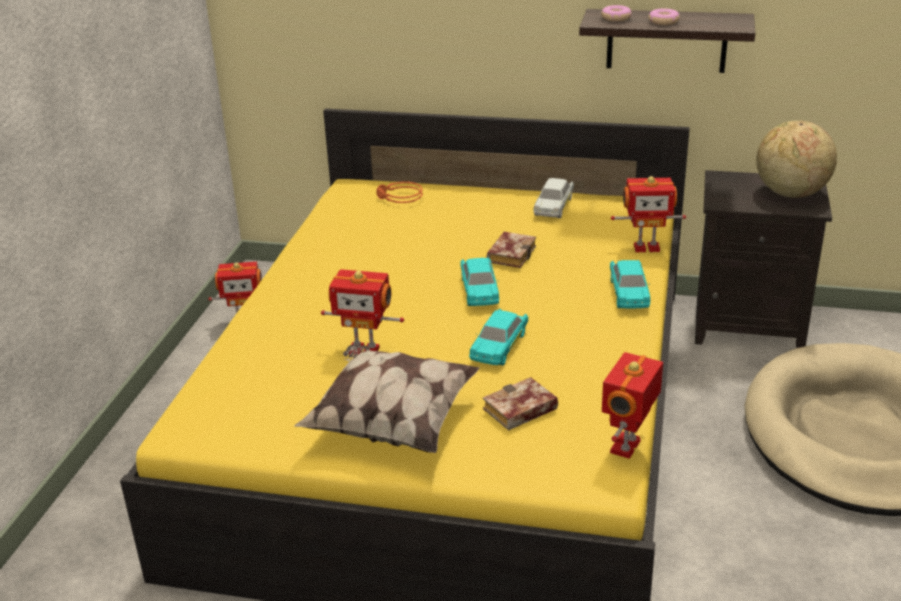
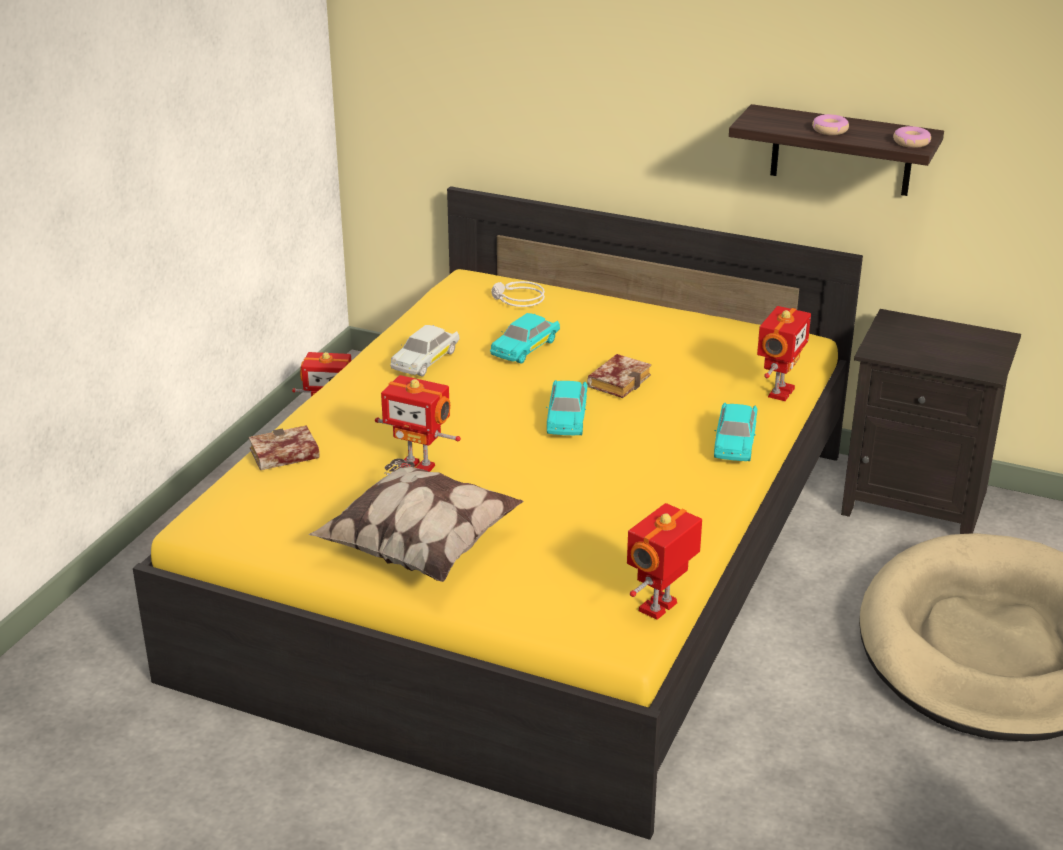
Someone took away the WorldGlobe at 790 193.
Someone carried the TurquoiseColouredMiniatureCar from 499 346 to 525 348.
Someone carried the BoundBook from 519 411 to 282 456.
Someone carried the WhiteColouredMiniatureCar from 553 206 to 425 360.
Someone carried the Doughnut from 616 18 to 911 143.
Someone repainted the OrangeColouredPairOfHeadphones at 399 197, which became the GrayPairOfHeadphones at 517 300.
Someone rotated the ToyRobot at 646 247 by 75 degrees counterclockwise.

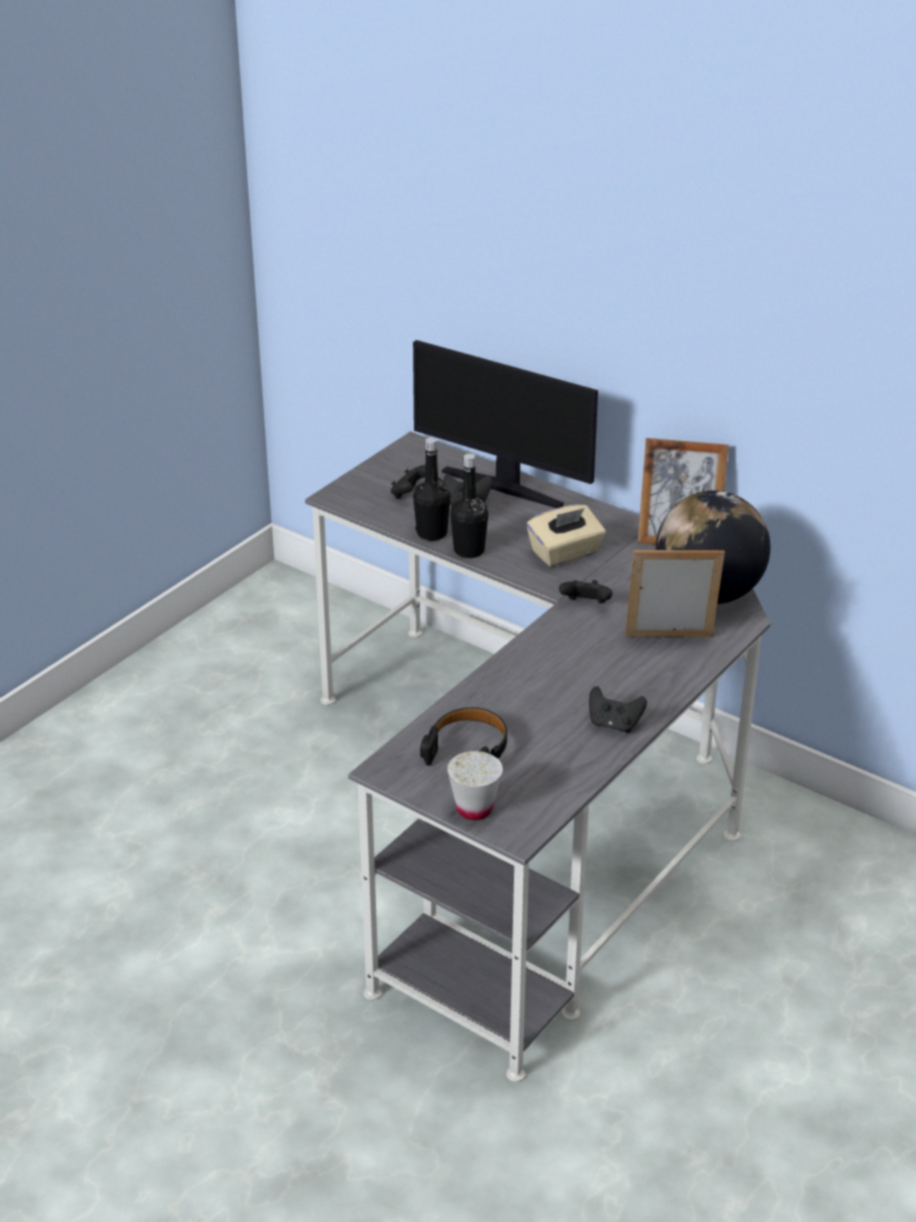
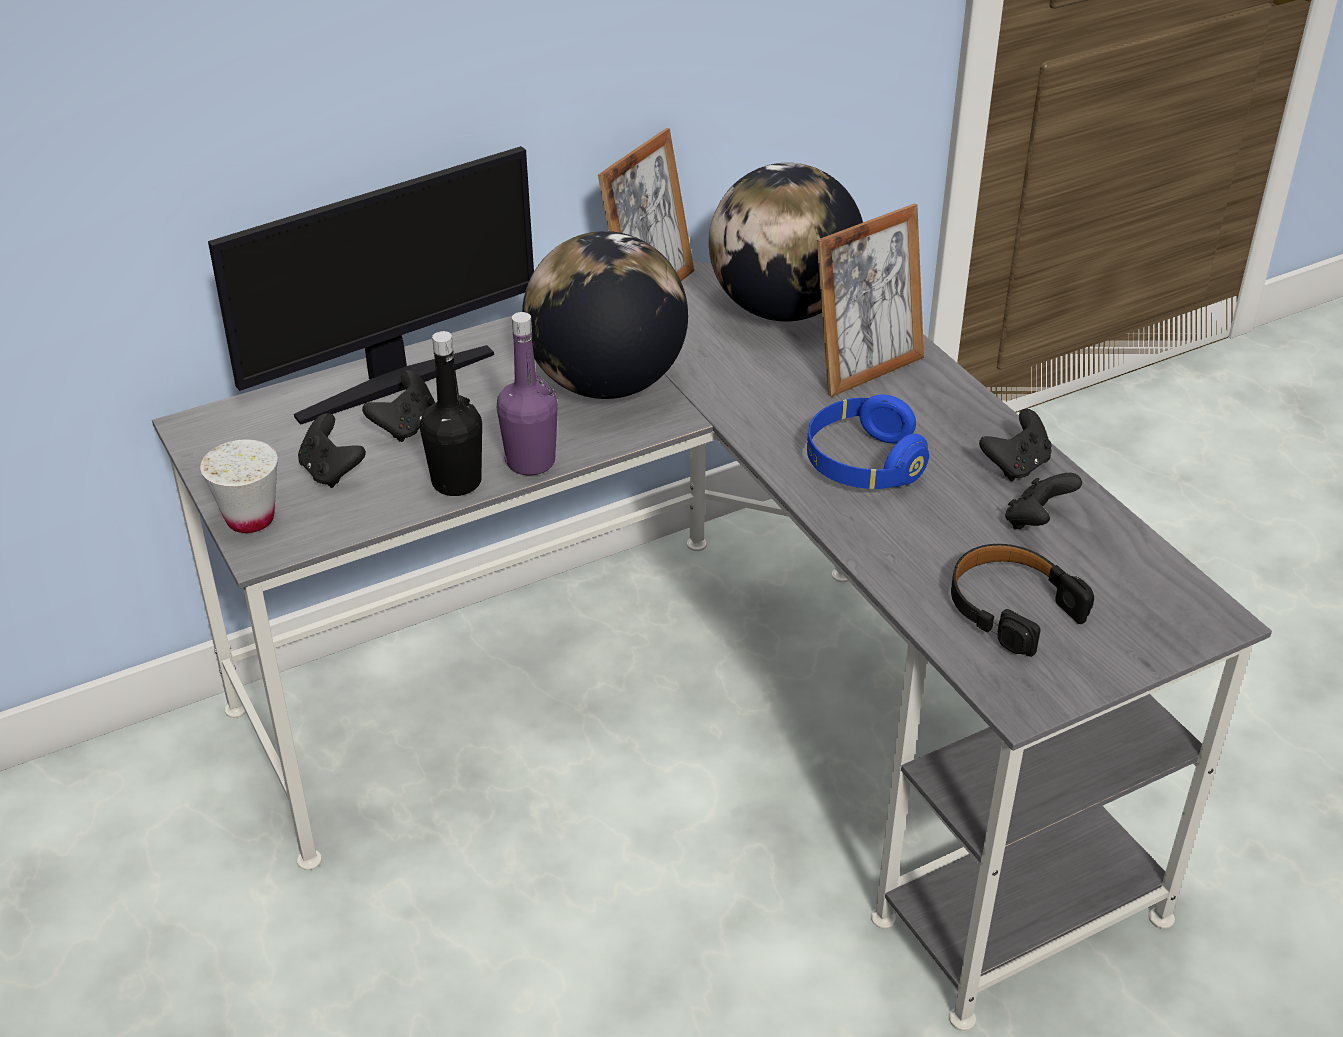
Someone put down the BlueColouredPairOfHeadphones at 863 464.
Someone carried the WhiteColouredSmallCup from 474 809 to 250 519.
Someone carried the BlackishGamepad from 586 605 to 1036 521.
Someone swapped the SandColouredBoxOfTissues at 565 553 for the WorldGlobe at 607 384.
Someone repainted the BlackishDrinkBottle at 469 550, which became the PurpleDrinkBottle at 530 462.
Someone rotated the PhotoFrame at 669 642 by 150 degrees counterclockwise.

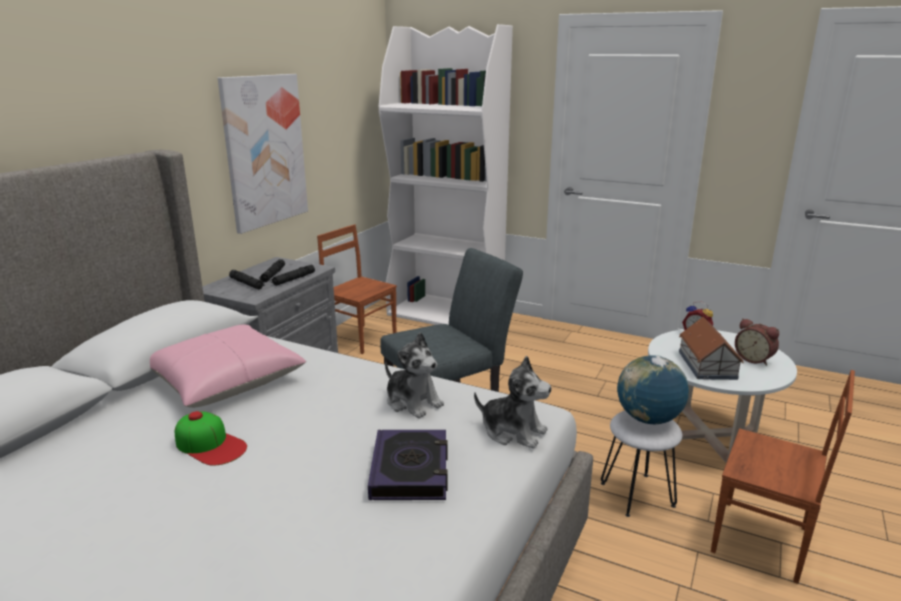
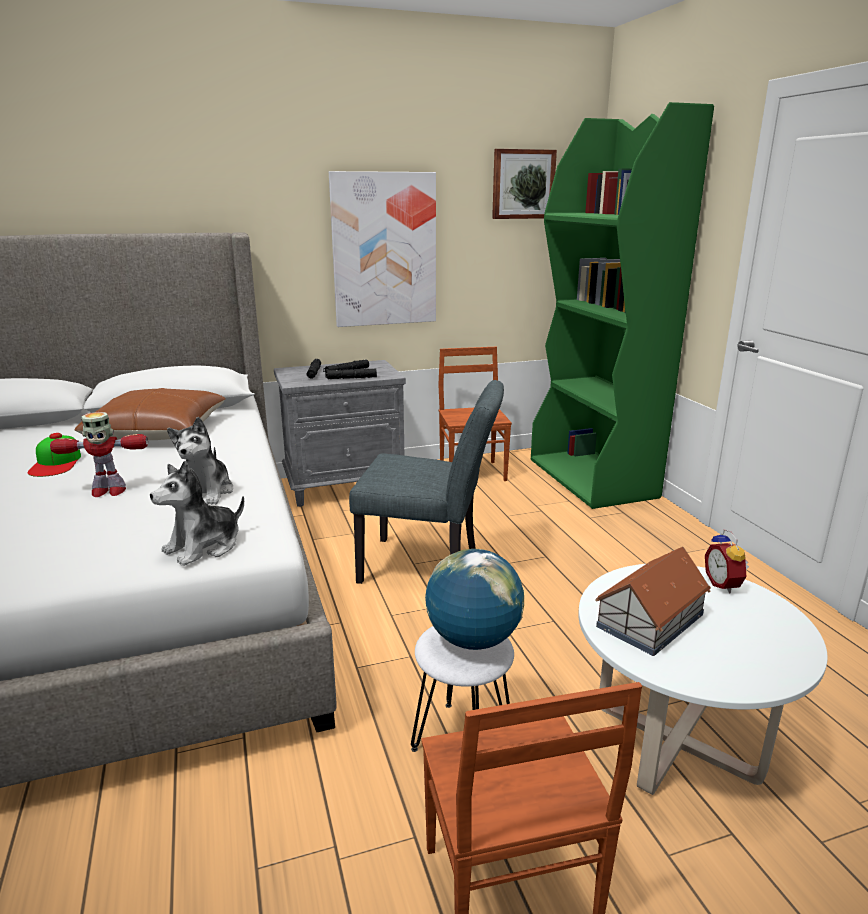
Someone took away the BoundBook at 410 470.
Someone took away the TableClock at 754 359.
Someone put down the ToyRobot at 108 491.
Someone put up the WallPicture at 523 184.
Someone repainted the PinkishPillow at 224 381, which became the BrownishPillow at 158 431.
Someone repainted the WhiteColouredShelvingUnit at 446 313, which became the GreenShelvingUnit at 593 478.
Someone rotated the SoftToy at 513 432 by 60 degrees clockwise.

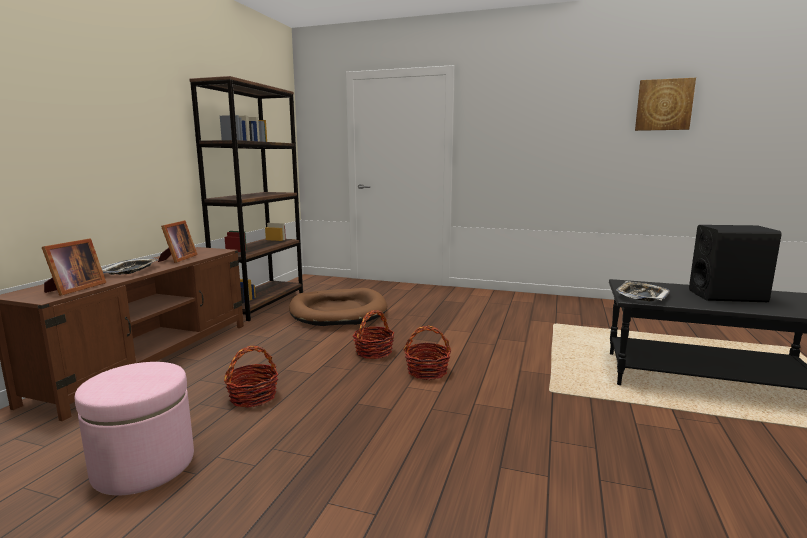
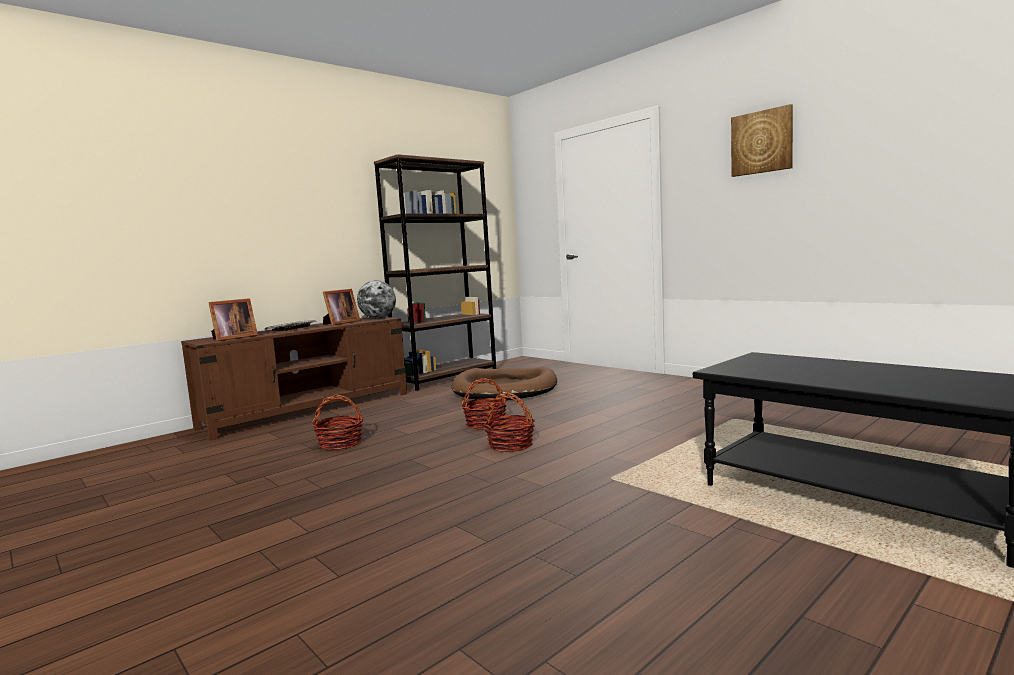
Someone took away the PinkishFootrest at 144 465.
Someone took away the Tray at 641 296.
Someone took away the BlackishAudioSpeaker at 727 296.
Someone put down the WorldGlobe at 378 318.
Someone carried the WallPicture from 664 105 to 762 142.

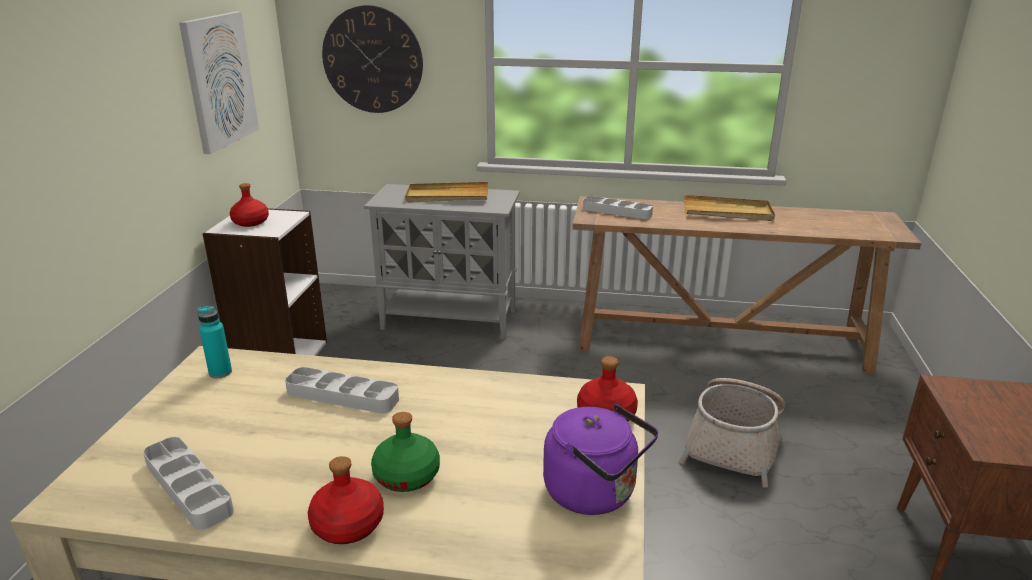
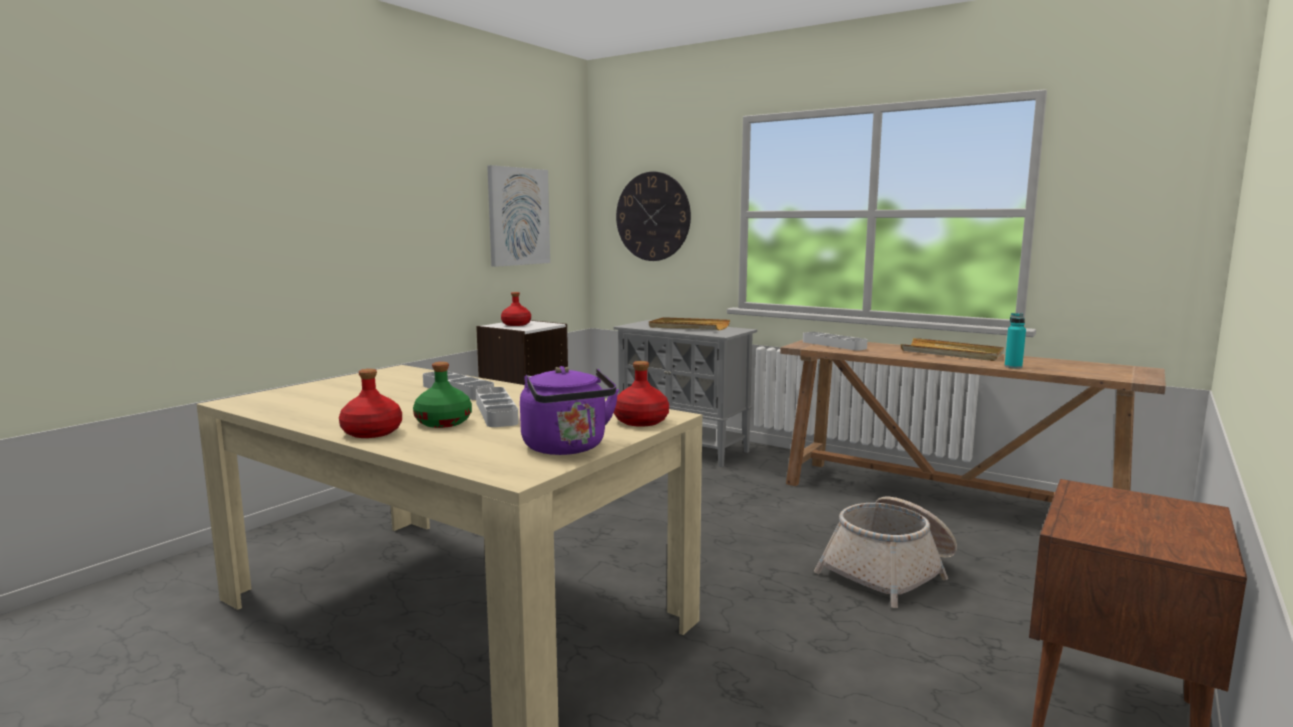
Someone carried the GrayTray from 188 487 to 496 412.
Someone carried the TurquoiseColouredDrinkBottle from 220 372 to 1013 367.

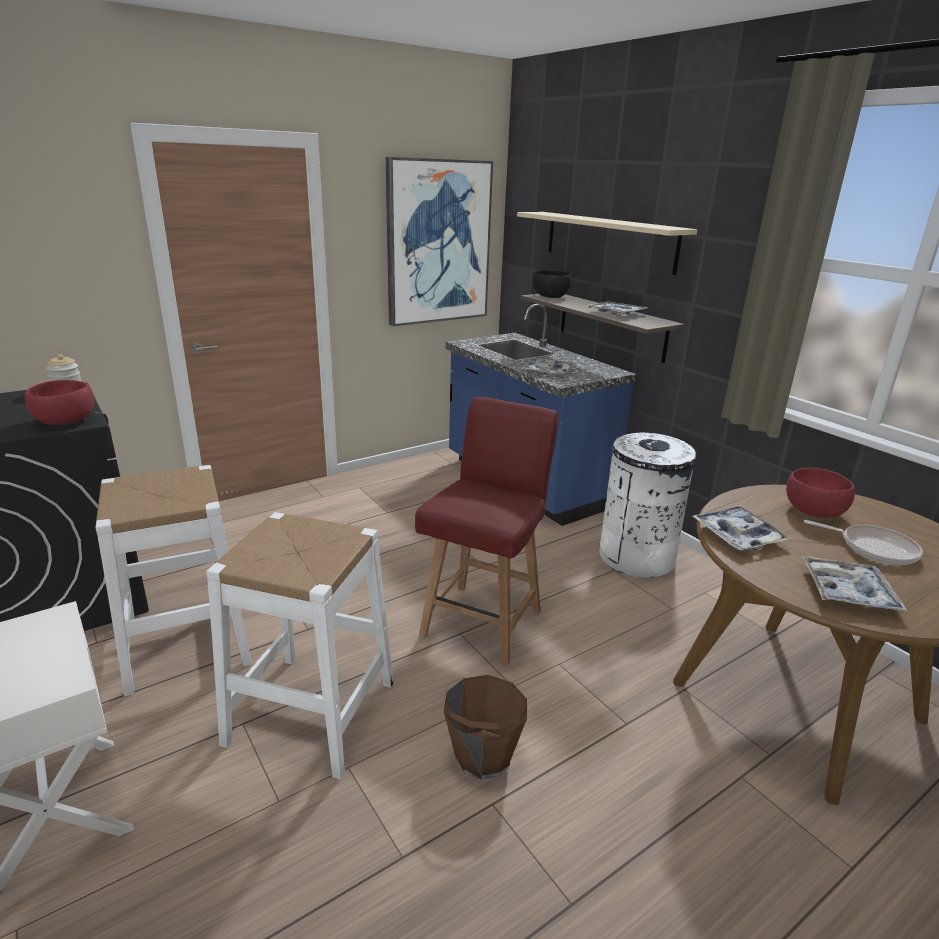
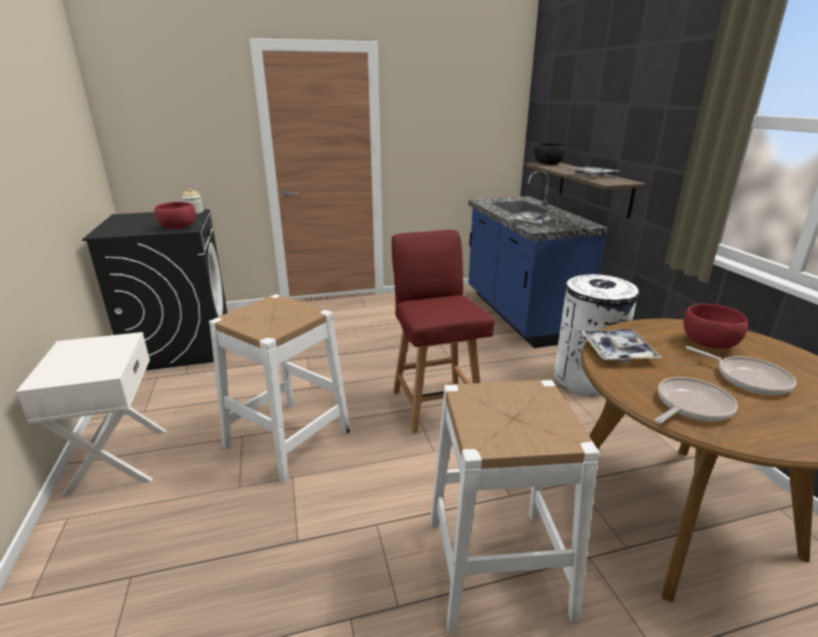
Someone took away the WallPicture at 438 243.
Someone took away the BrownishBucket at 482 755.
Someone took away the SandColouredBracketShelf at 608 241.
Someone carried the WhiteColouredStool from 186 642 to 497 566.
Someone swapped the Tray at 848 592 for the Pan at 690 406.
Someone rotated the RedColouredUprightChair at 483 621 by 60 degrees counterclockwise.

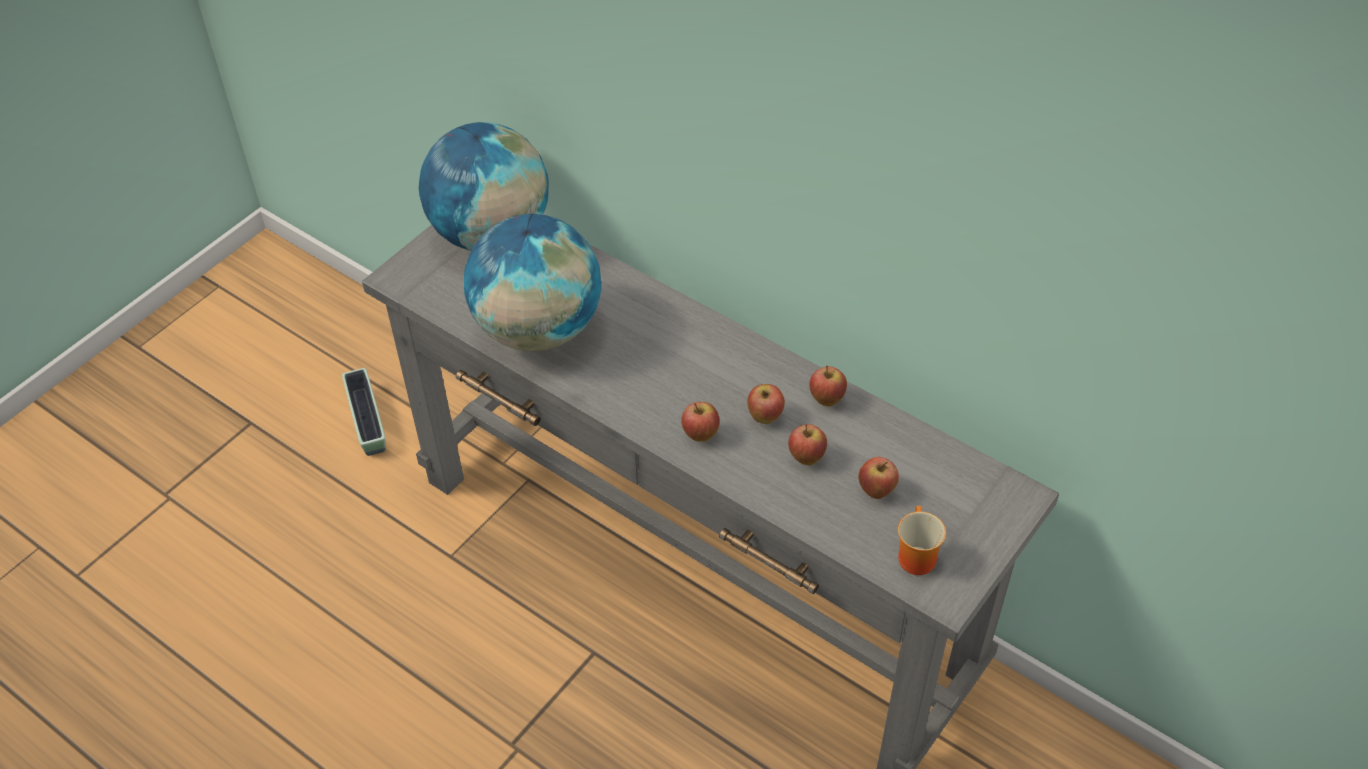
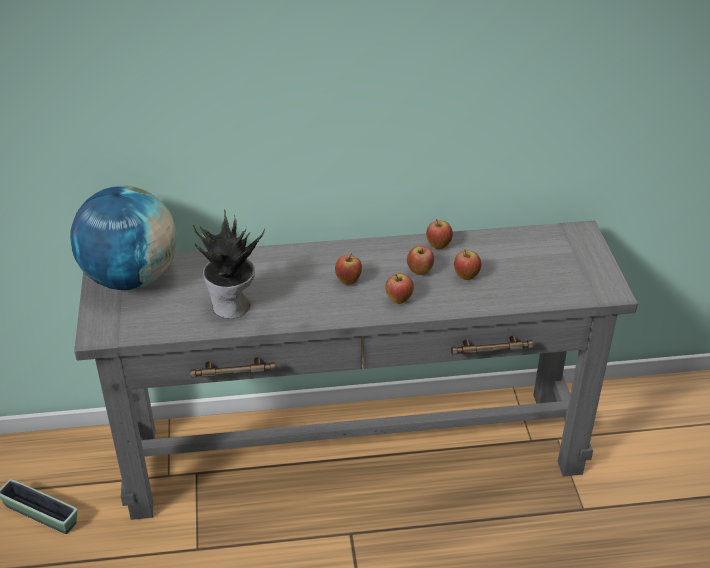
Someone took away the CoffeeMug at 913 555.
Someone carried the AppleFruit from 876 491 to 348 281.
Someone swapped the WorldGlobe at 538 329 for the PottedPlant at 232 307.

